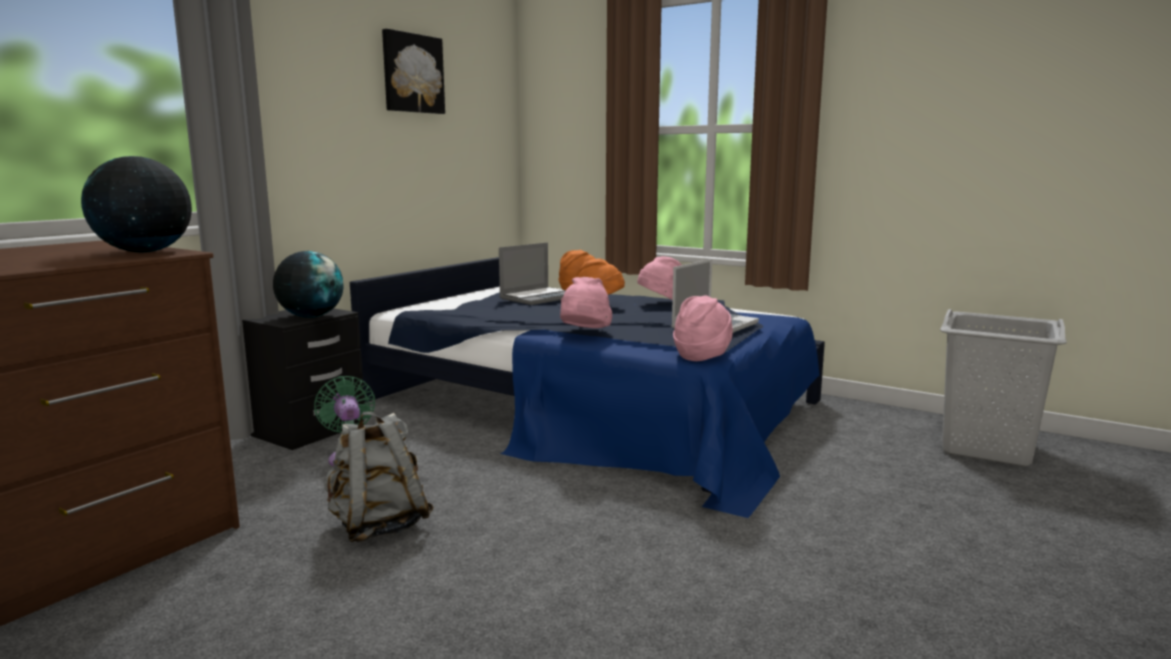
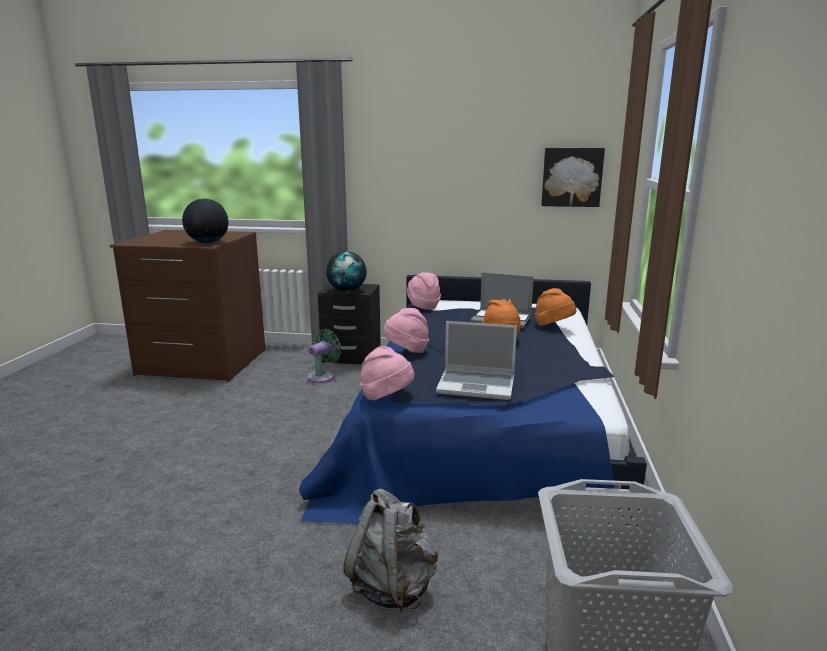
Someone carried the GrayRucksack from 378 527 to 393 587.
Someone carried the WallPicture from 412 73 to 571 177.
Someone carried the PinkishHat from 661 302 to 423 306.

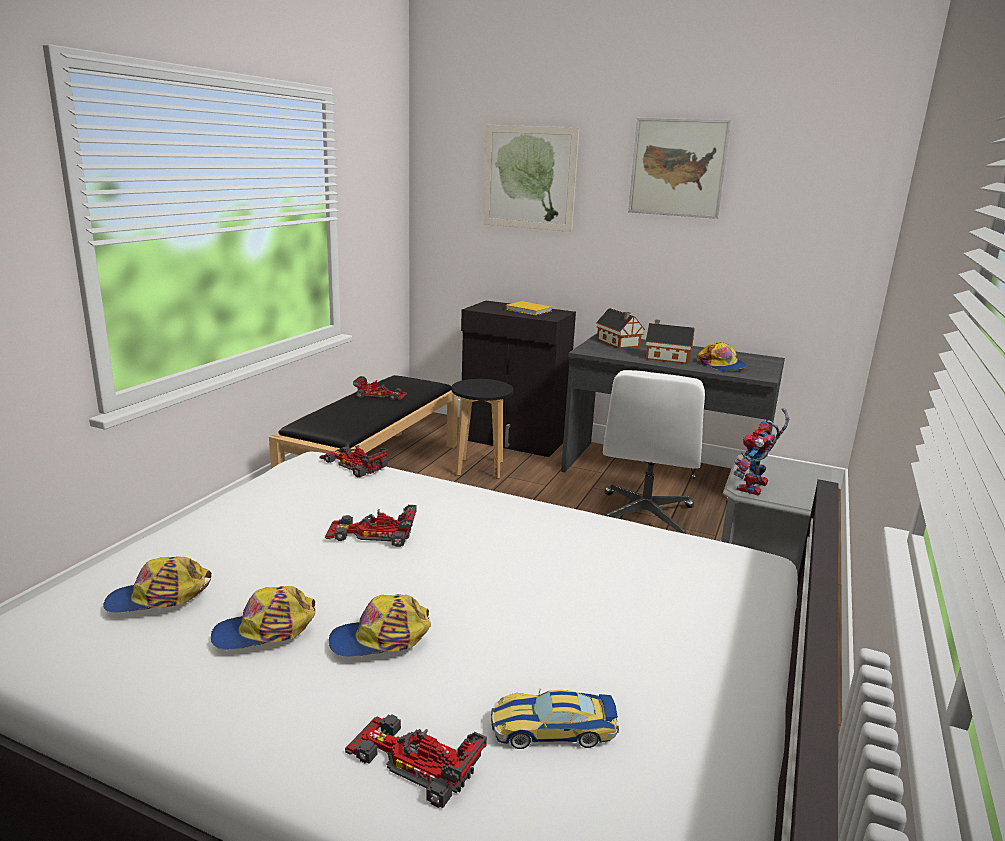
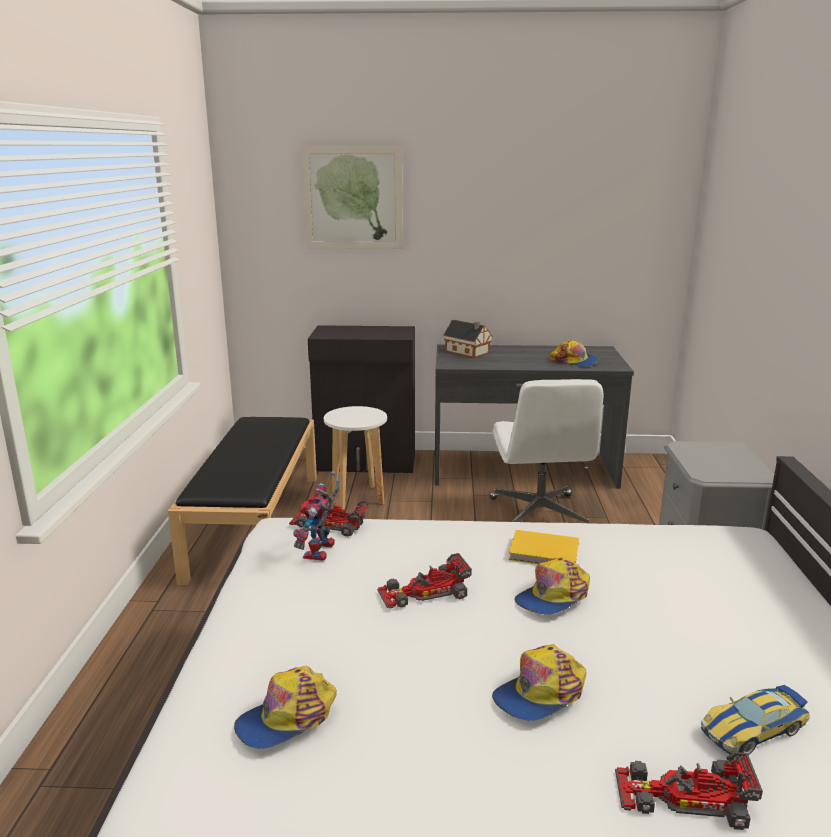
Someone took away the MiniatureCar at 380 395.
Someone took away the WallPicture at 678 168.
Someone took away the ModelHouse at 666 357.
Someone carried the BaseballCap from 265 631 to 553 597.
Someone carried the YellowColouredBoundBook from 529 310 to 545 553.
Someone carried the ToyRobot from 754 489 to 320 553.
Someone repainted the BlackishStool at 479 469, which became the WhiteColouredStool at 358 498.

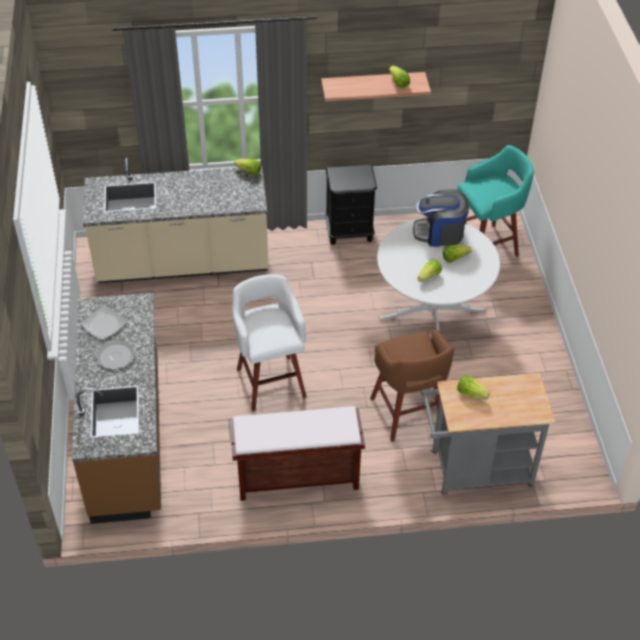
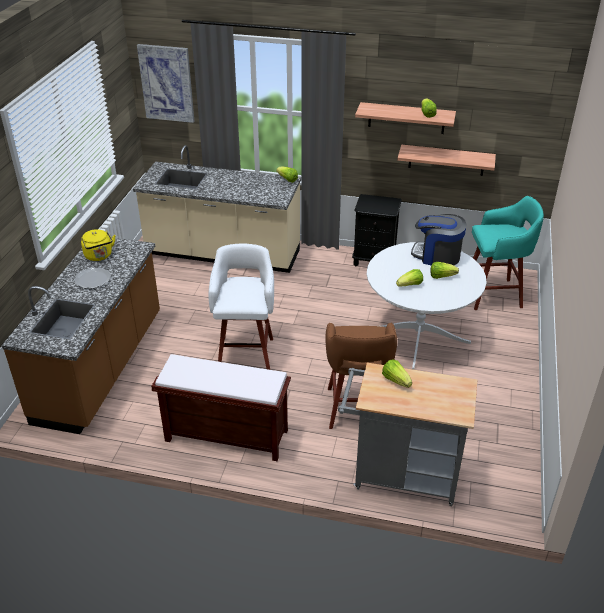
Someone put up the WallPicture at 167 83.
Someone put up the BracketShelf at 446 160.
Someone swapped the Plate at 104 325 for the YellowColouredKettle at 99 256.

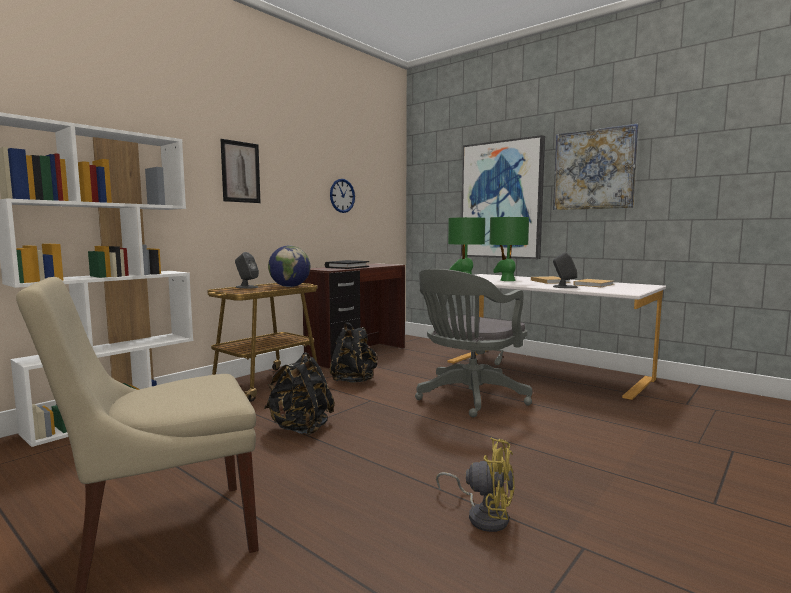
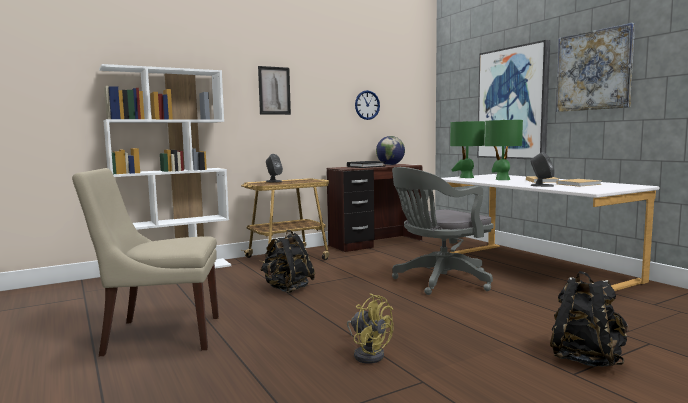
Someone carried the WorldGlobe from 290 286 to 390 165.
Someone carried the BlackishRucksack from 354 380 to 586 359.

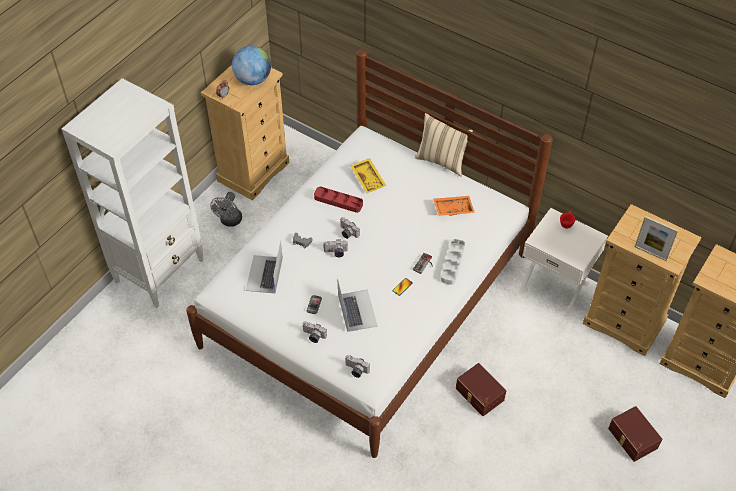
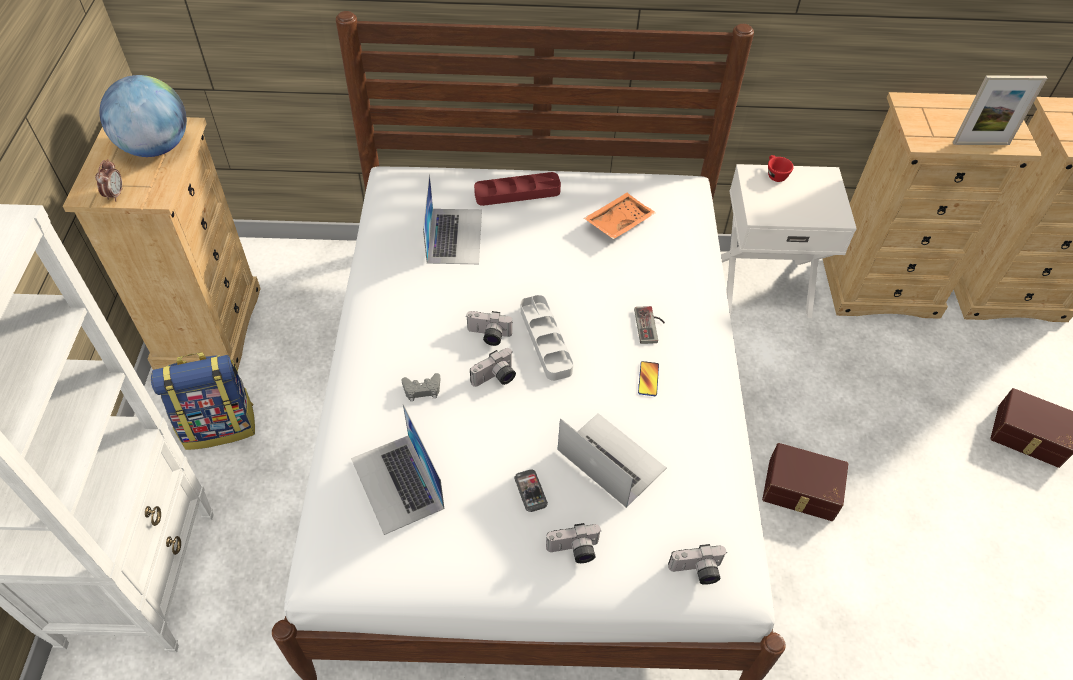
Someone took away the SandColouredPillow at 442 161.
Someone carried the RedColouredTray from 338 201 to 517 192.
Someone carried the GrayTray from 452 263 to 545 340.
Someone swapped the GrayFan at 230 221 for the Rucksack at 220 425.
Someone swapped the YellowColouredTray at 368 179 for the NotebookComputer at 454 235.

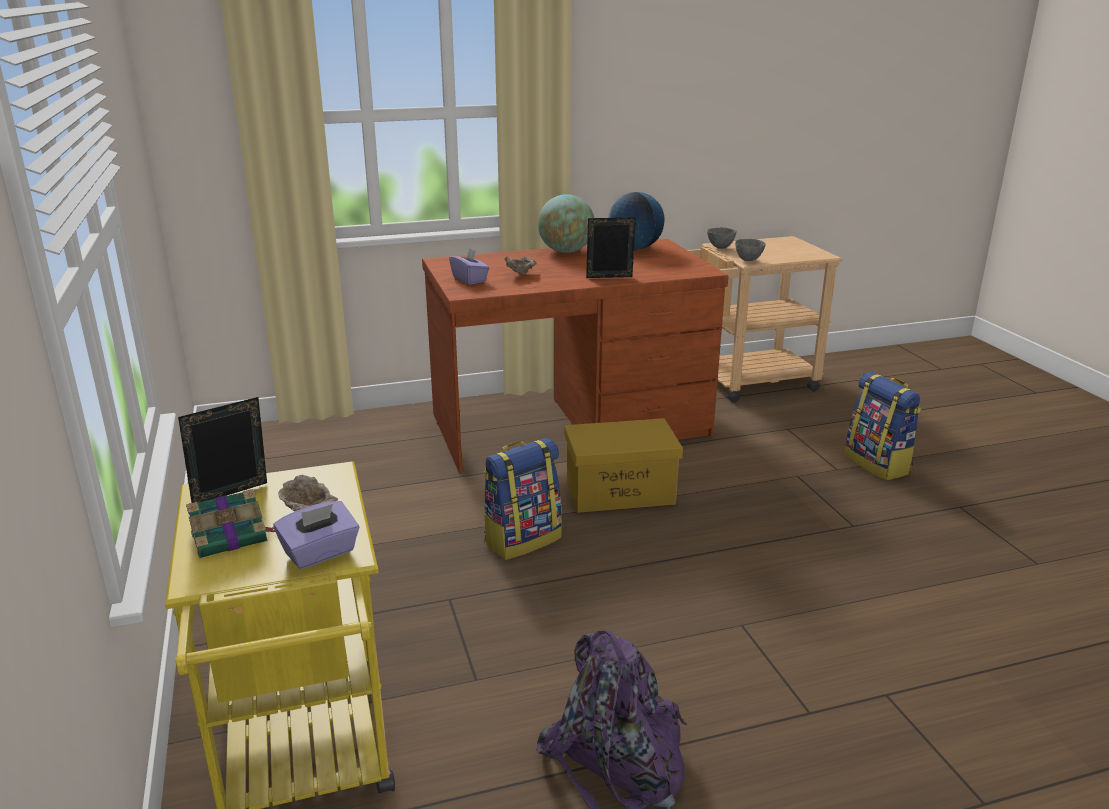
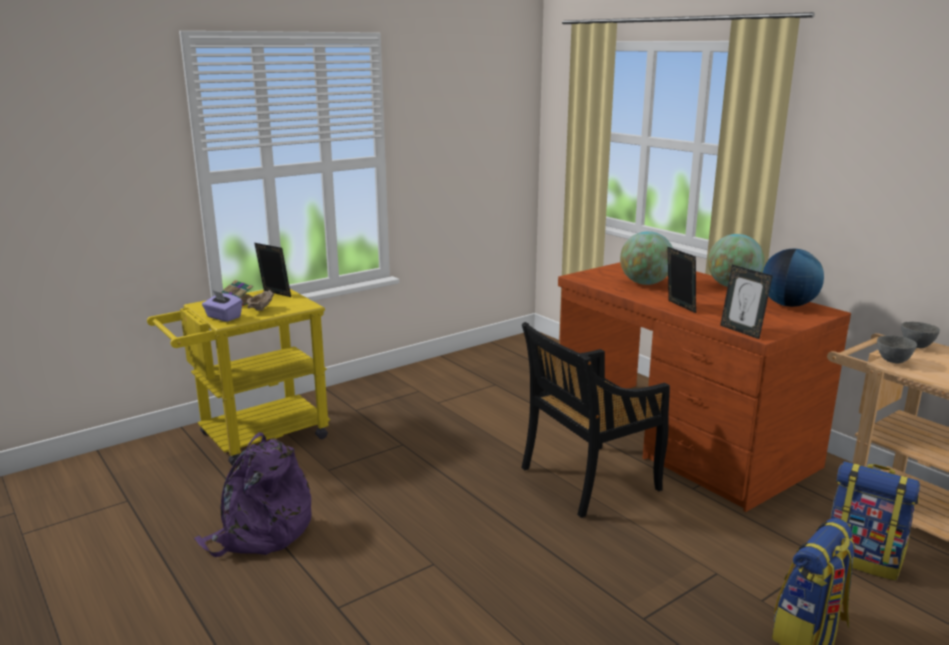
Someone took away the PurpleBoxOfTissues at 470 279.
Someone put down the PhotoFrame at 741 331.
Someone carried the Rucksack from 522 539 to 863 559.
Someone swapped the SandColouredServingBowl at 521 275 for the WorldGlobe at 645 283.
Someone swapped the YellowColouredStorageBin at 619 493 for the BlackishUprightChair at 588 480.

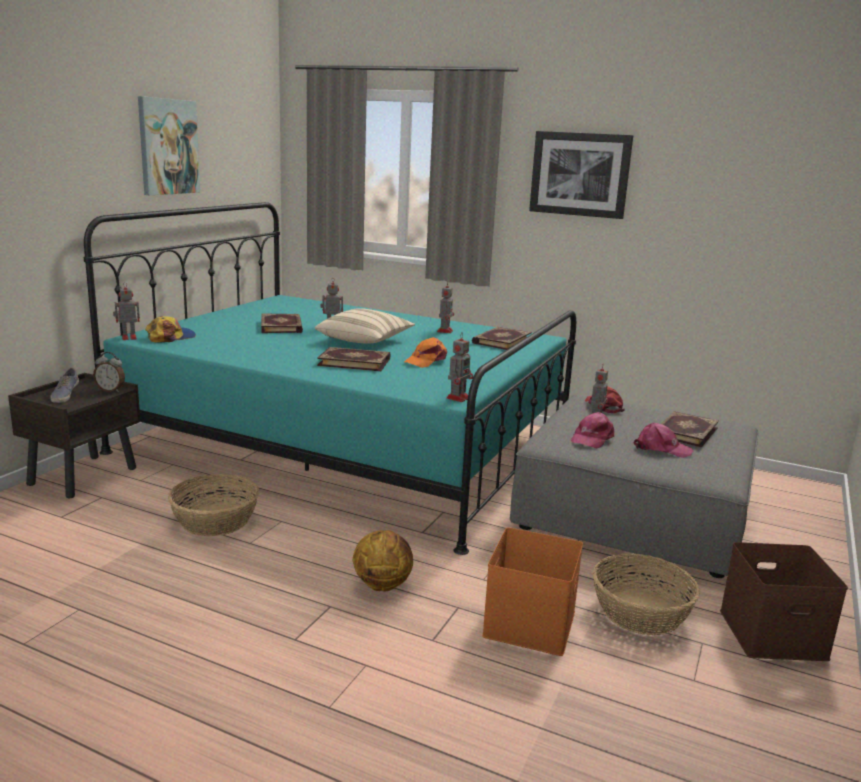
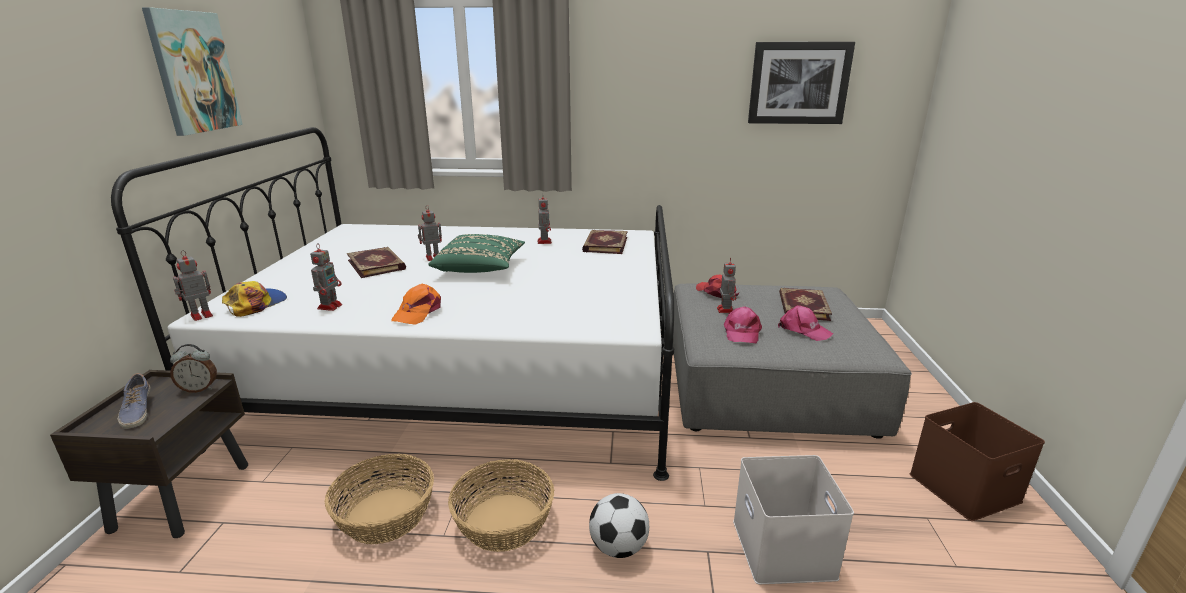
Someone took away the BoundBook at 354 362.
Someone carried the OrangeColouredBaseballCap from 426 361 to 418 312.
Someone carried the ToyRobot from 458 398 to 330 306.
Someone carried the WallPicture from 580 174 to 799 83.
Someone carried the HouseholdBasket from 641 612 to 504 521.
Someone swapped the BallForBasketball at 382 585 for the BallForFootball at 618 547.
Someone repainted the TurquoiseColouredSleepingBed at 347 444, which became the WhiteColouredSleepingBed at 470 372.
Someone repainted the SandColouredPillow at 365 341, which became the GreenPillow at 480 268.
Someone repainted the OrangeColouredStorageBin at 528 622, which became the WhiteColouredStorageBin at 780 547.
Someone rotated the PinkishBaseballCap at 661 449 by 45 degrees clockwise.

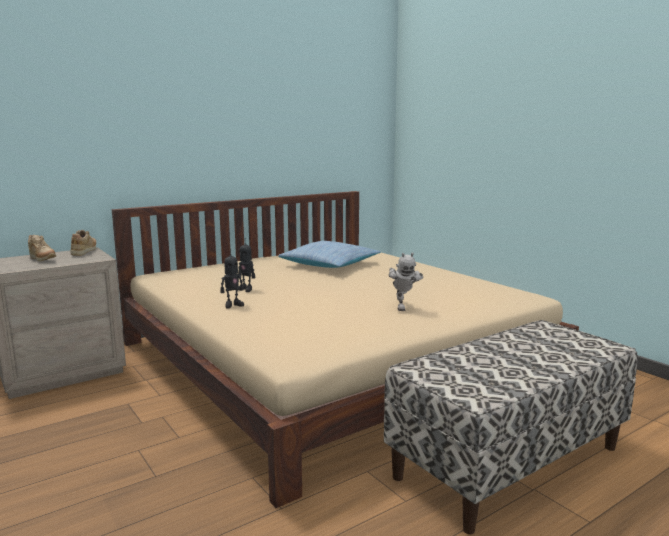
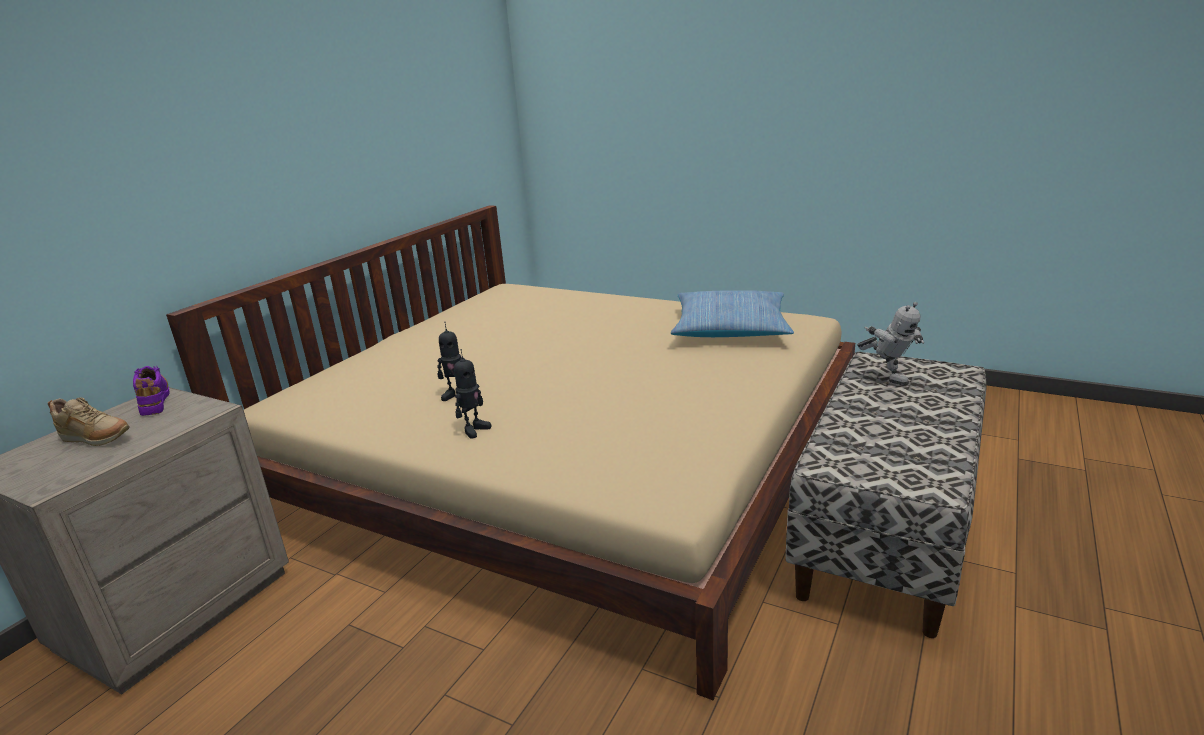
Someone carried the Pillow from 330 264 to 730 328.
Someone carried the ToyRobot from 402 307 to 888 377.
Someone repainted the SandColouredShoe at 85 252, which became the PurpleShoe at 156 401.

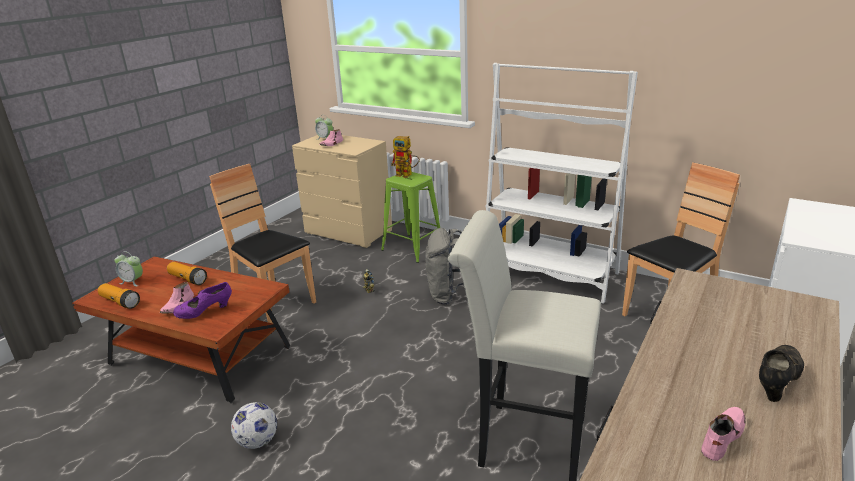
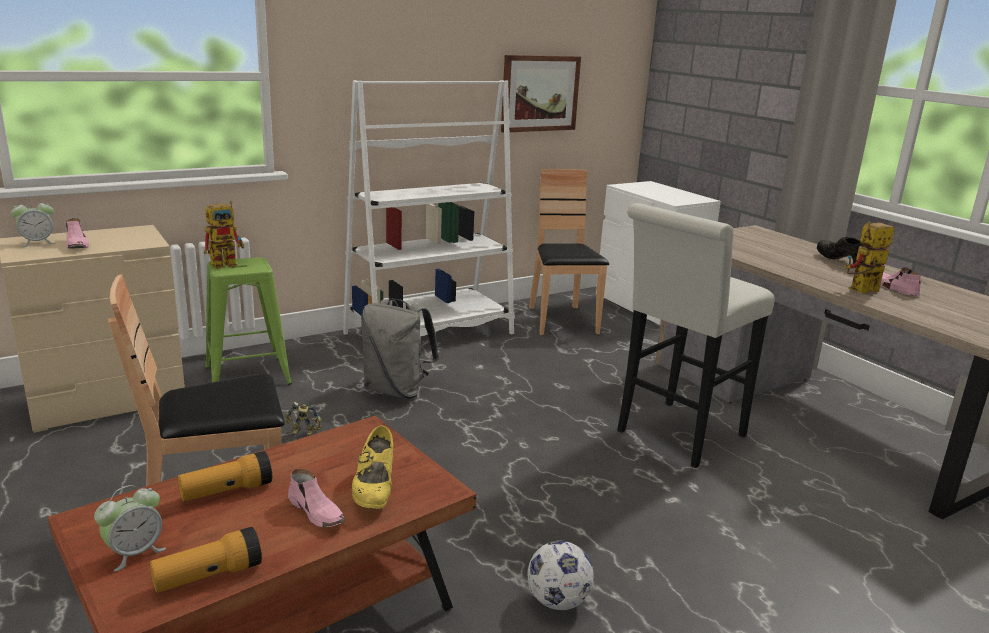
Someone put up the WallPicture at 539 93.
Someone put down the ToyRobot at 861 291.
Someone repainted the PurpleShoe at 205 312, which became the YellowColouredShoe at 374 490.

